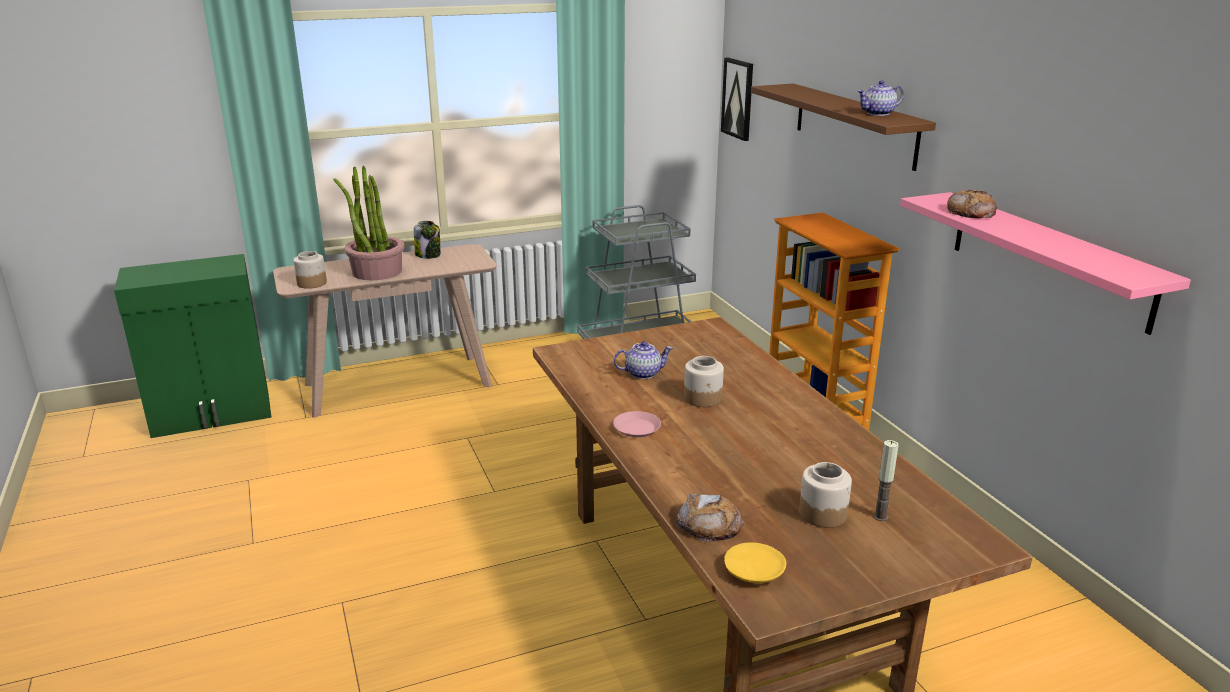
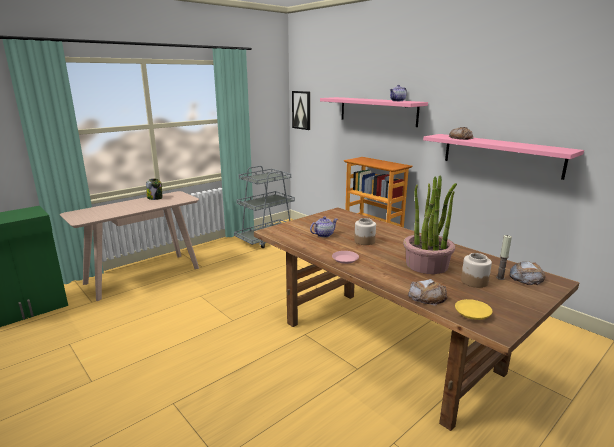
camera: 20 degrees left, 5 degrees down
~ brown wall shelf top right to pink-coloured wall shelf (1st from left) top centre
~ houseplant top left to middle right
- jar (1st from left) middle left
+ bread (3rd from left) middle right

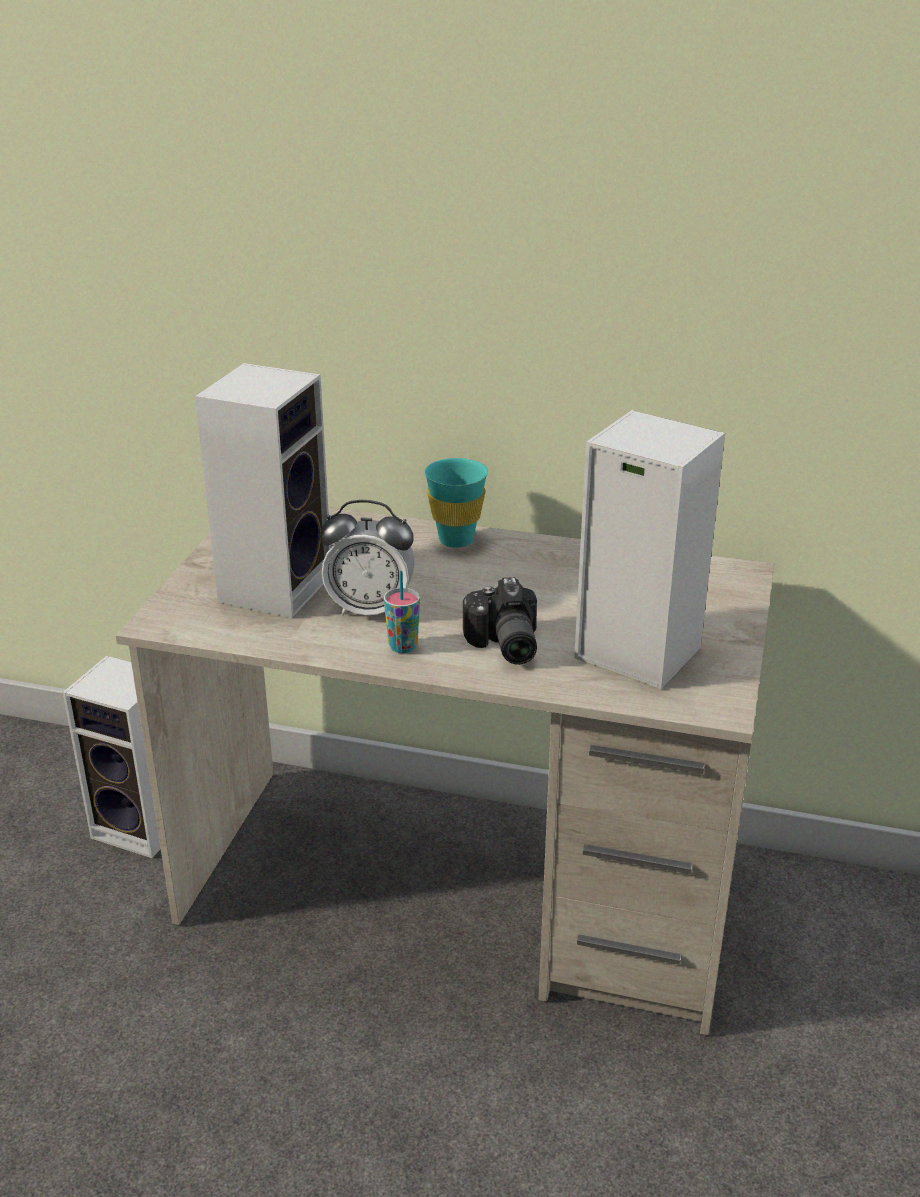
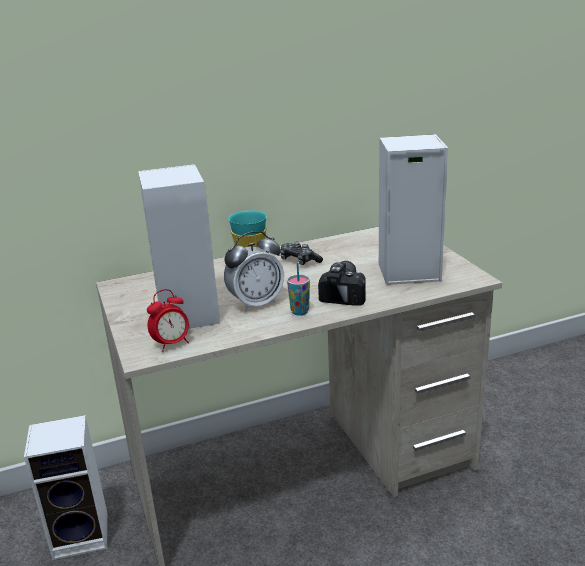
camera: 35 degrees left, 5 degrees down
~ photo camera centre = centre 120 degrees counterclockwise
+ joypad centre
+ alarm clock (1st from left) middle left

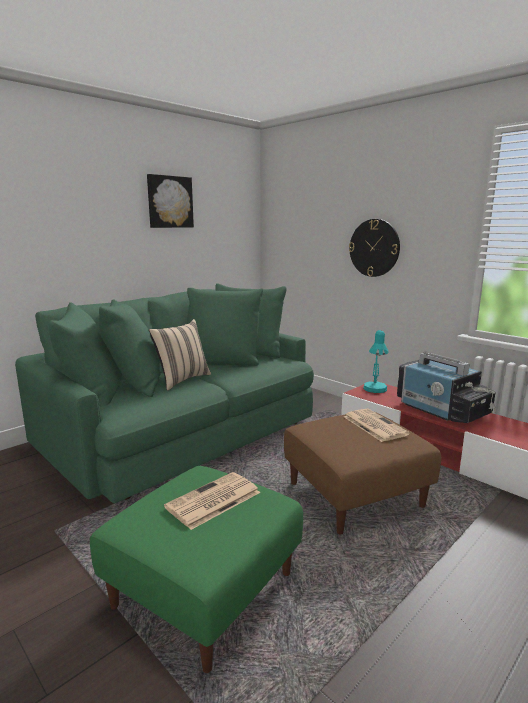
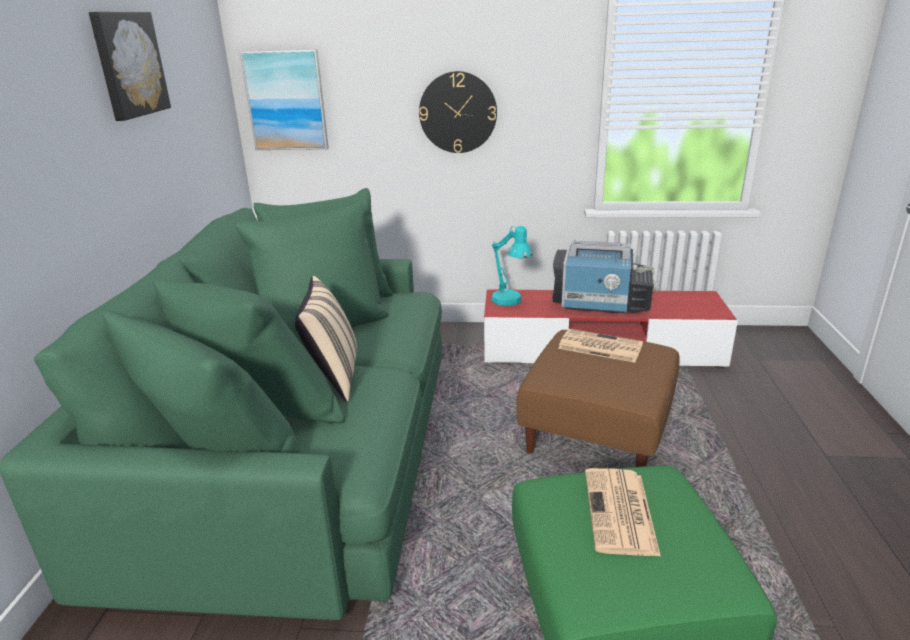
camera: 40 degrees left, 10 degrees up
+ wall art (2nd from left) top left

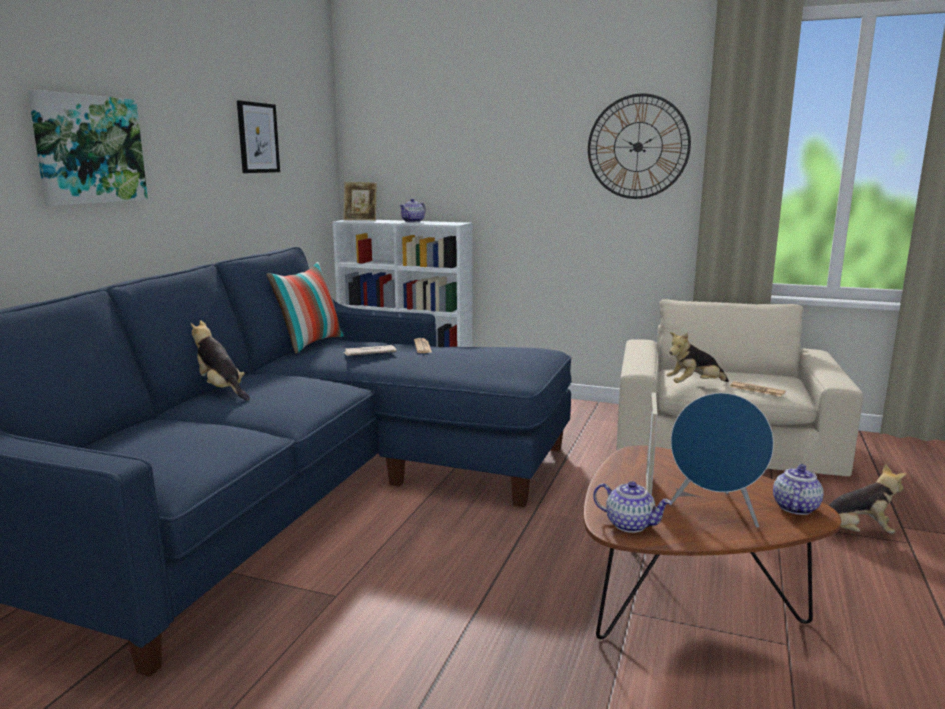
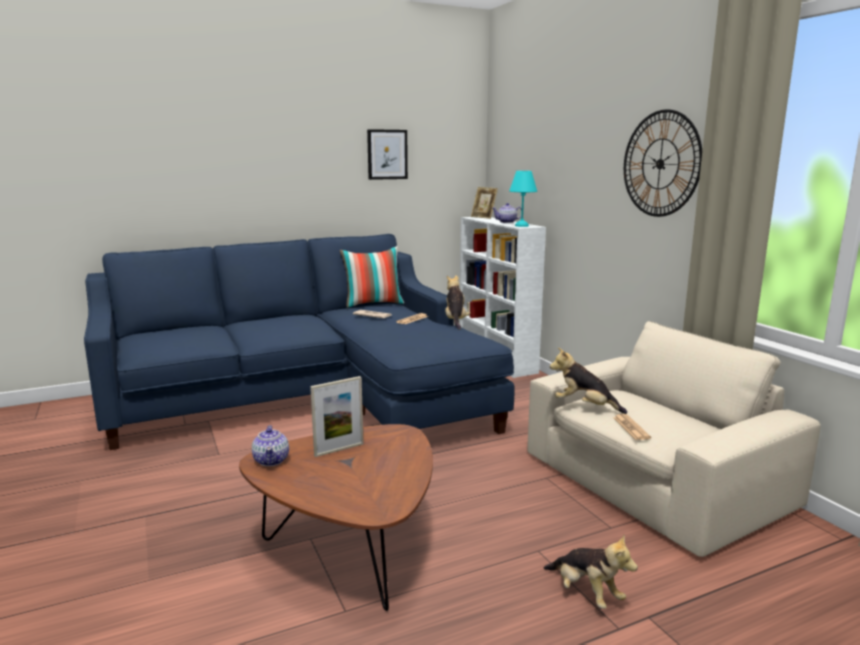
camera: 45 degrees right, 0 degrees up
- wall art (1st from left) top left
~ soft toy (1st from left) middle left to centre
- bluish speaker middle right
- tea pot (3rd from left) bottom right
+ turquoise table lamp top centre

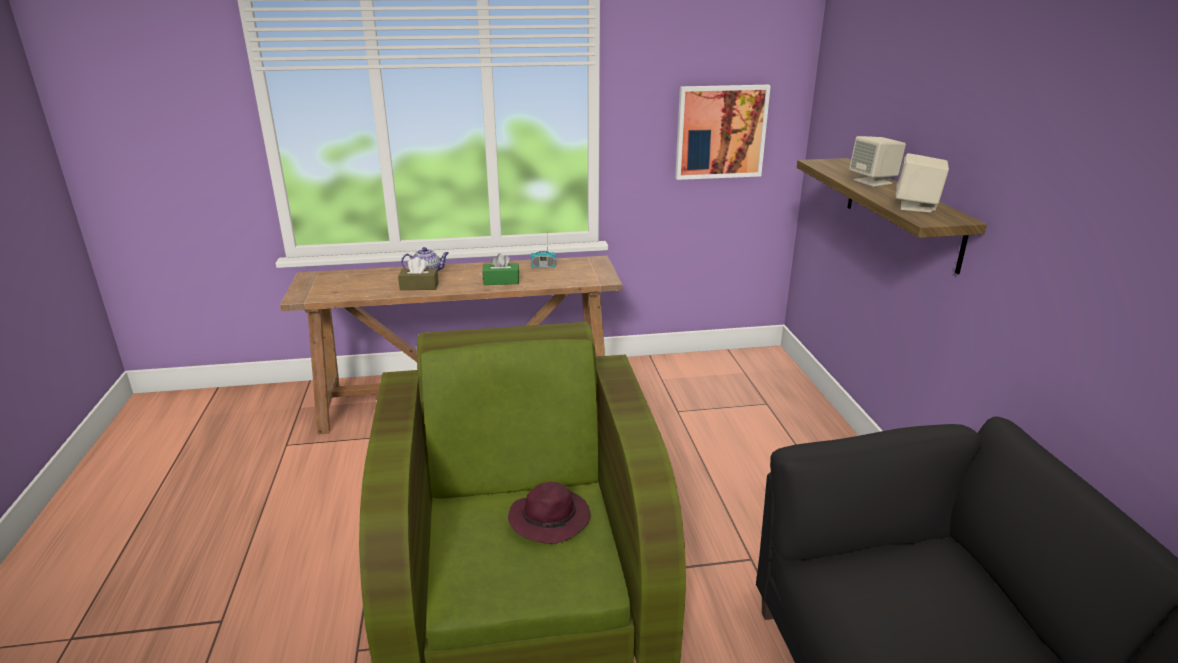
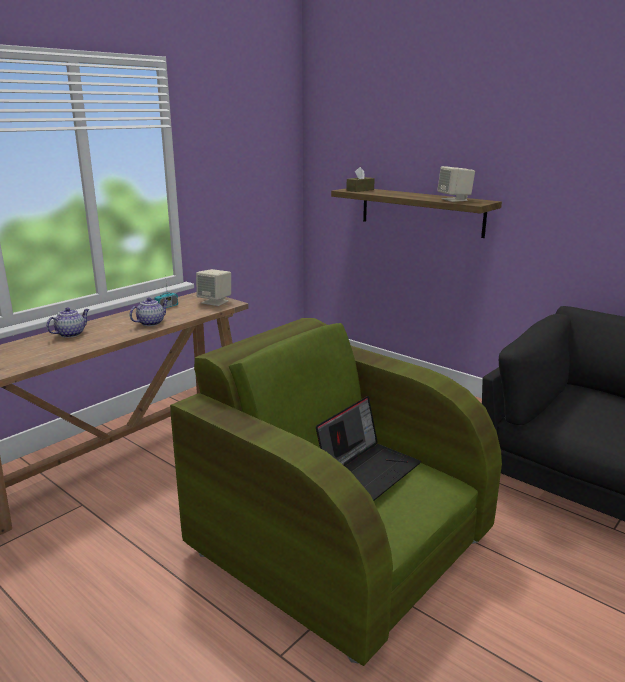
camera: 40 degrees left, 5 degrees down
- wall art top centre
~ beige-coloured speaker (1st from left) top right to centre
~ green tissue holder centre to tea pot (2nd from left) middle left
~ brown tissue holder centre to top centre
~ purple-coloured wearable hat bottom centre to notebook computer centre

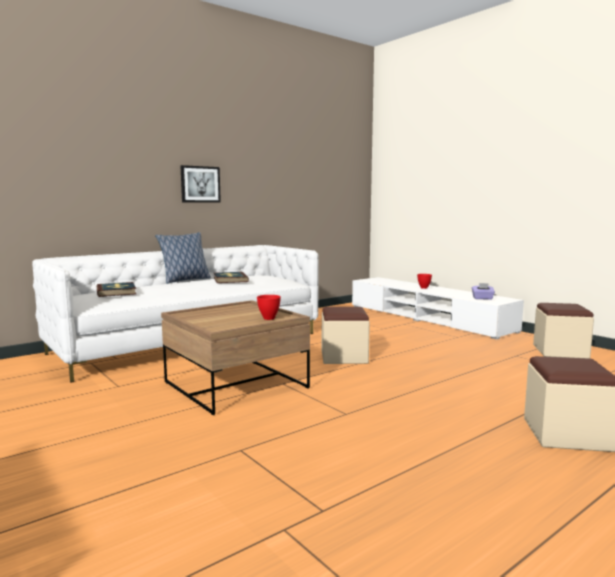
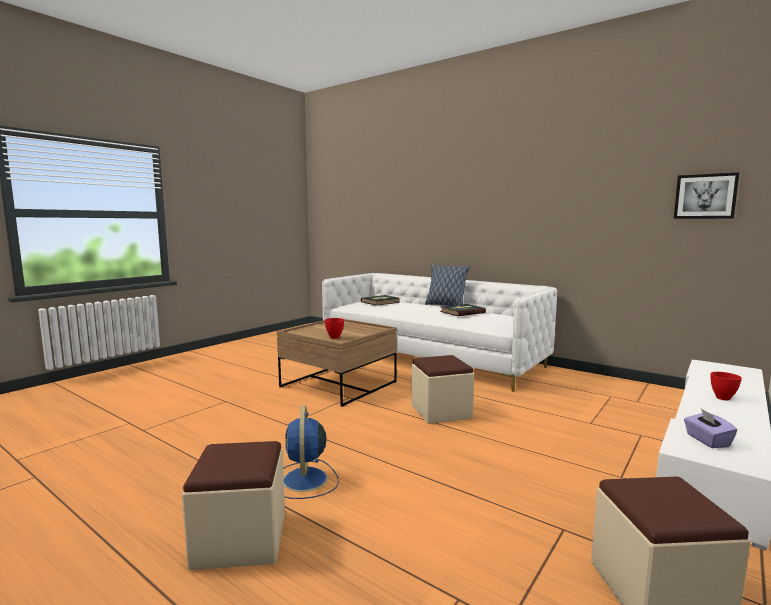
camera: 75 degrees right, 0 degrees up
~ wall art top left to top right
+ bluish cooling fan bottom centre

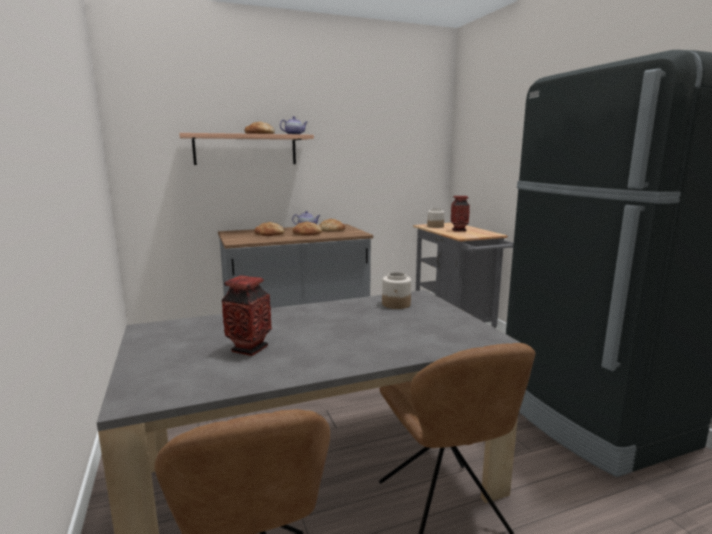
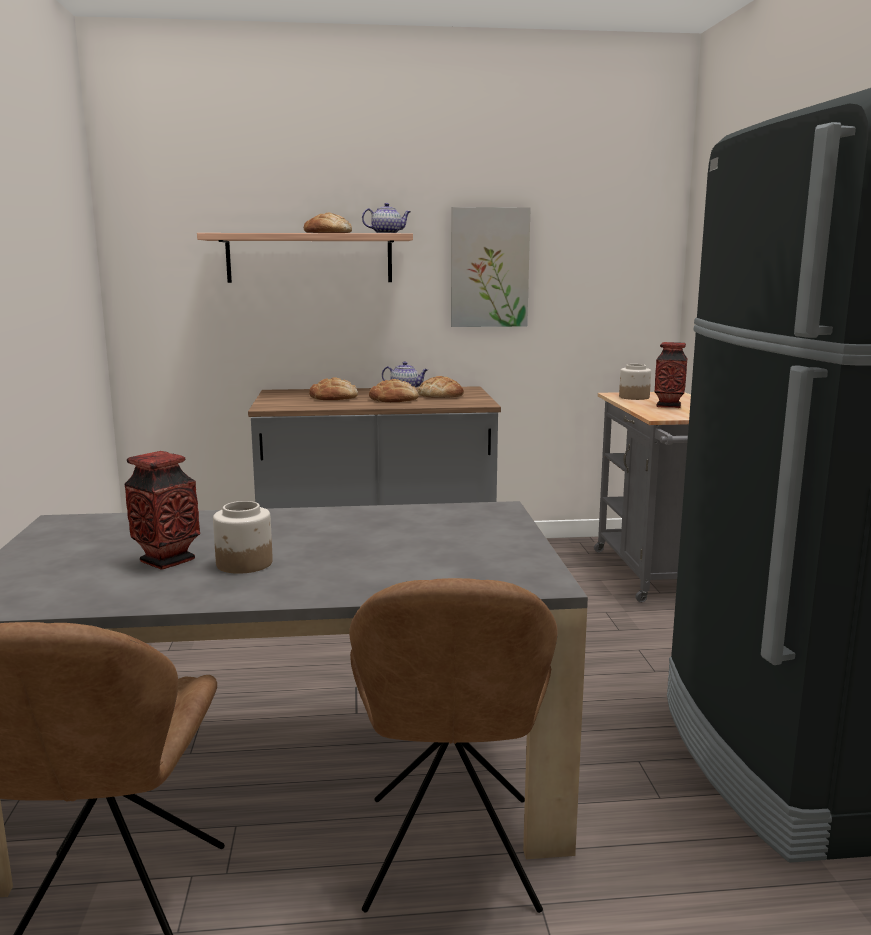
camera: 15 degrees right, 0 degrees up
~ jar (1st from left) centre to middle left
+ wall art top centre

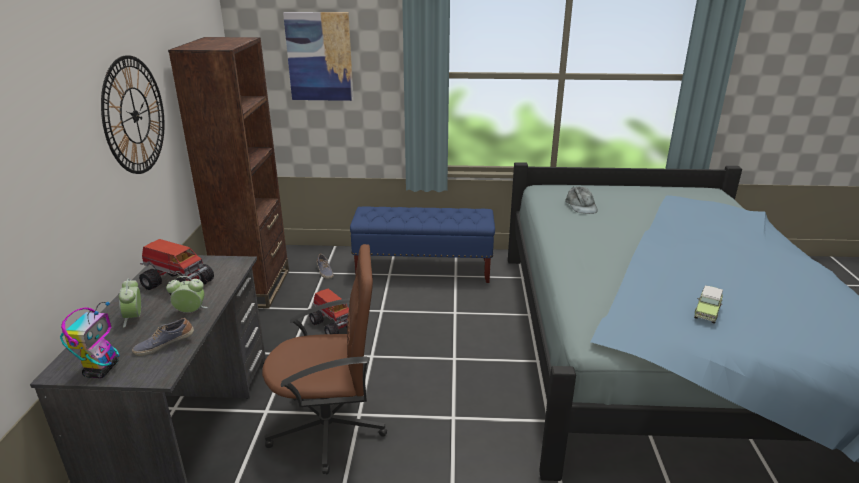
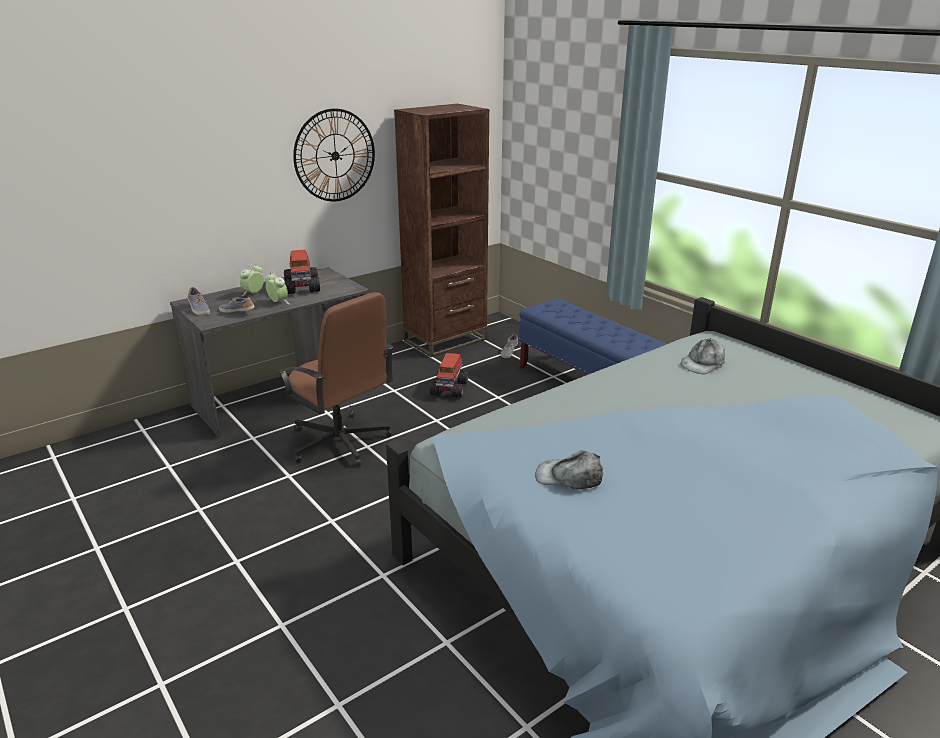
camera: 50 degrees right, 0 degrees up
- wall art top centre
~ model car middle right to gray peaked cap (1st from left) centre
~ robot figure bottom left to low shoe (1st from left) middle left

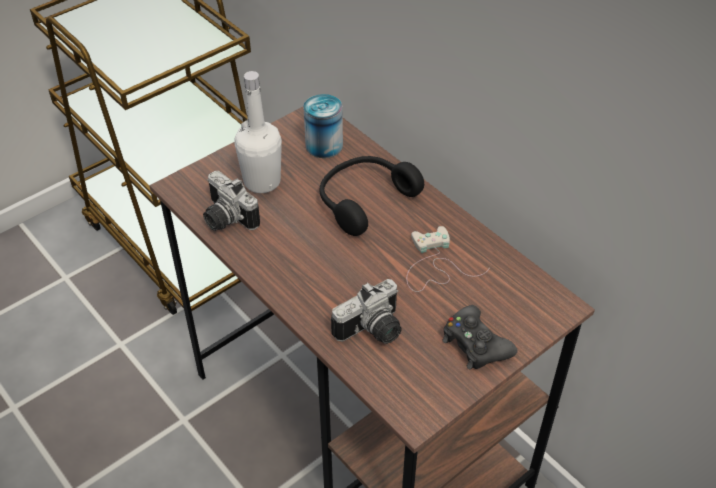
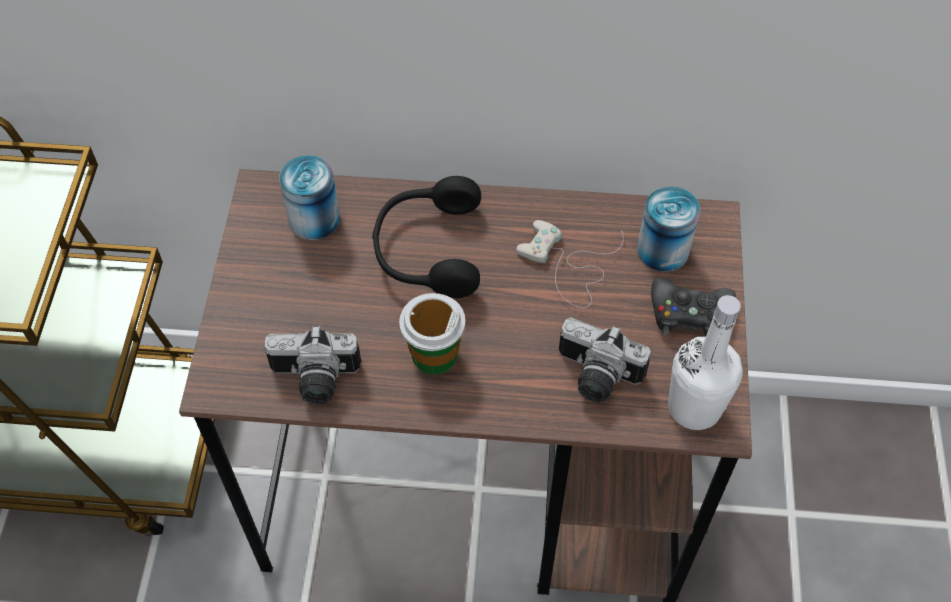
camera: 45 degrees left, 10 degrees up
~ whitish drink bottle top centre to middle right
~ photo camera (2nd from left) centre = centre 105 degrees clockwise
+ sealed can (2nd from left) middle right
+ small cup centre

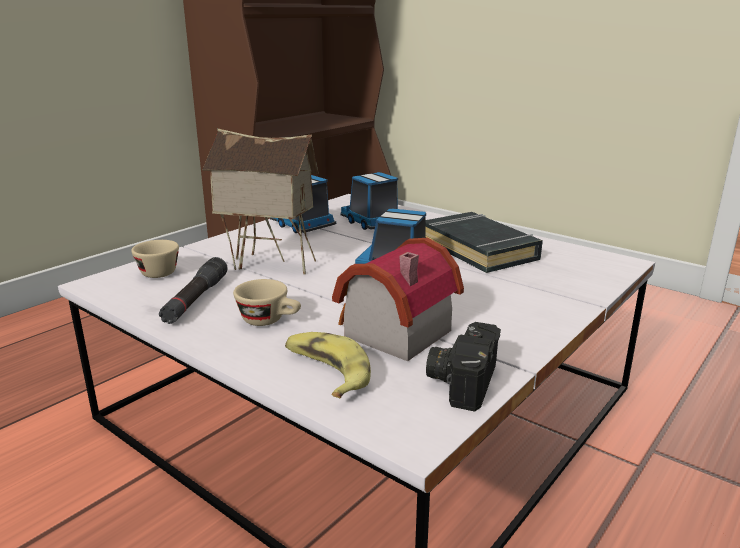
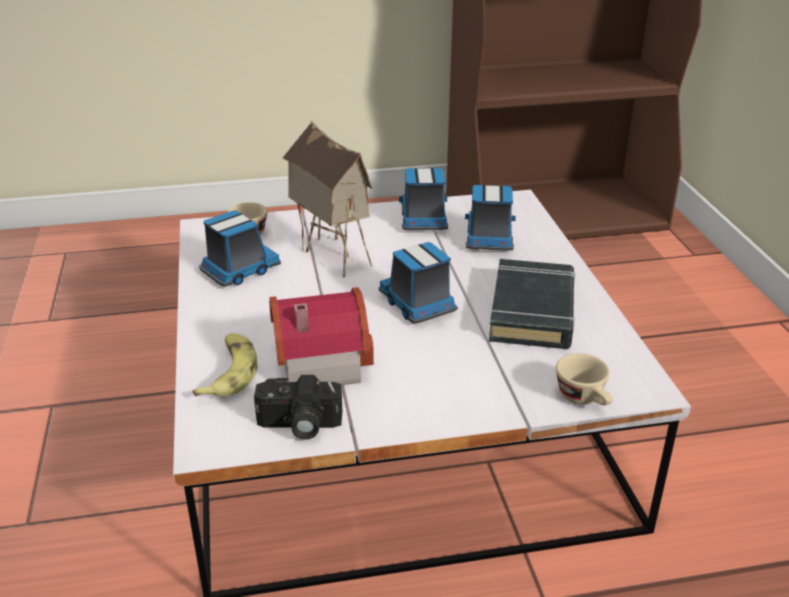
camera: 40 degrees right, 10 degrees up
~ black-coloured torch middle left to model truck (1st from left) middle left
~ beige-coloured small cup (2nd from left) centre to middle right
~ photo camera bottom centre = bottom centre 150 degrees counterclockwise

